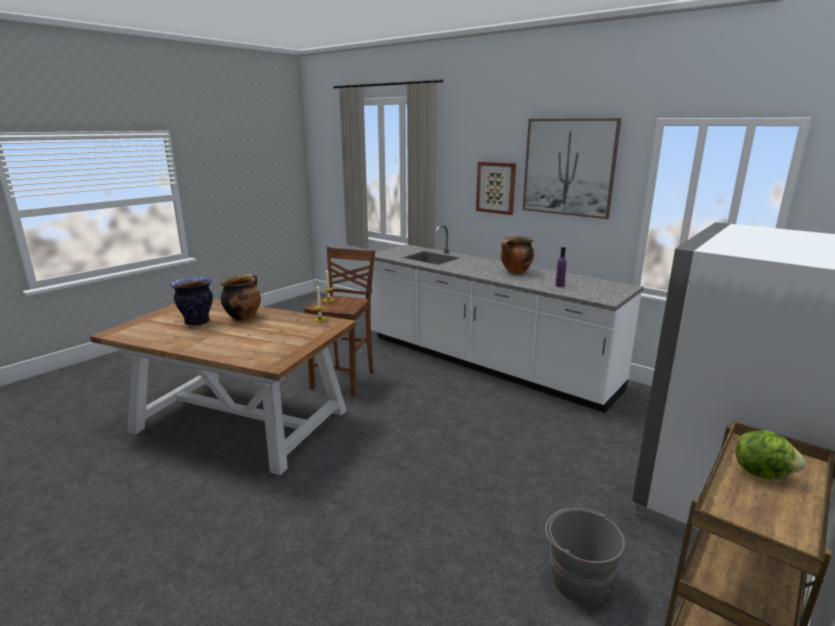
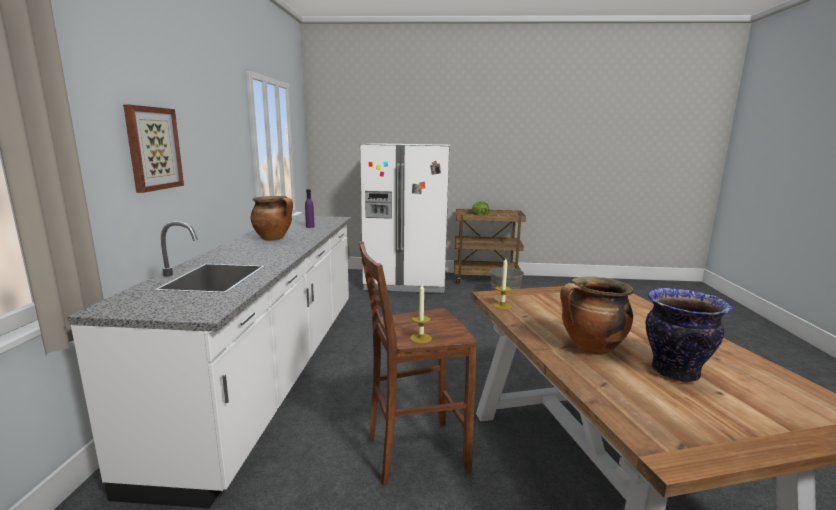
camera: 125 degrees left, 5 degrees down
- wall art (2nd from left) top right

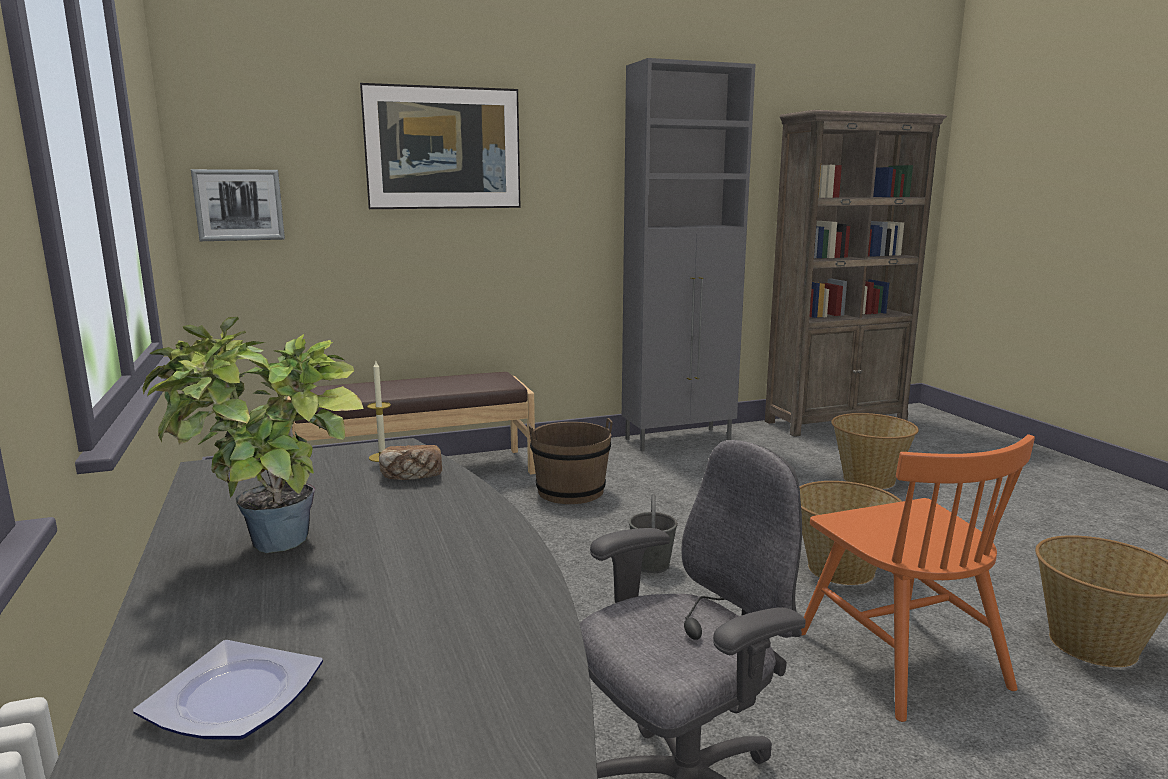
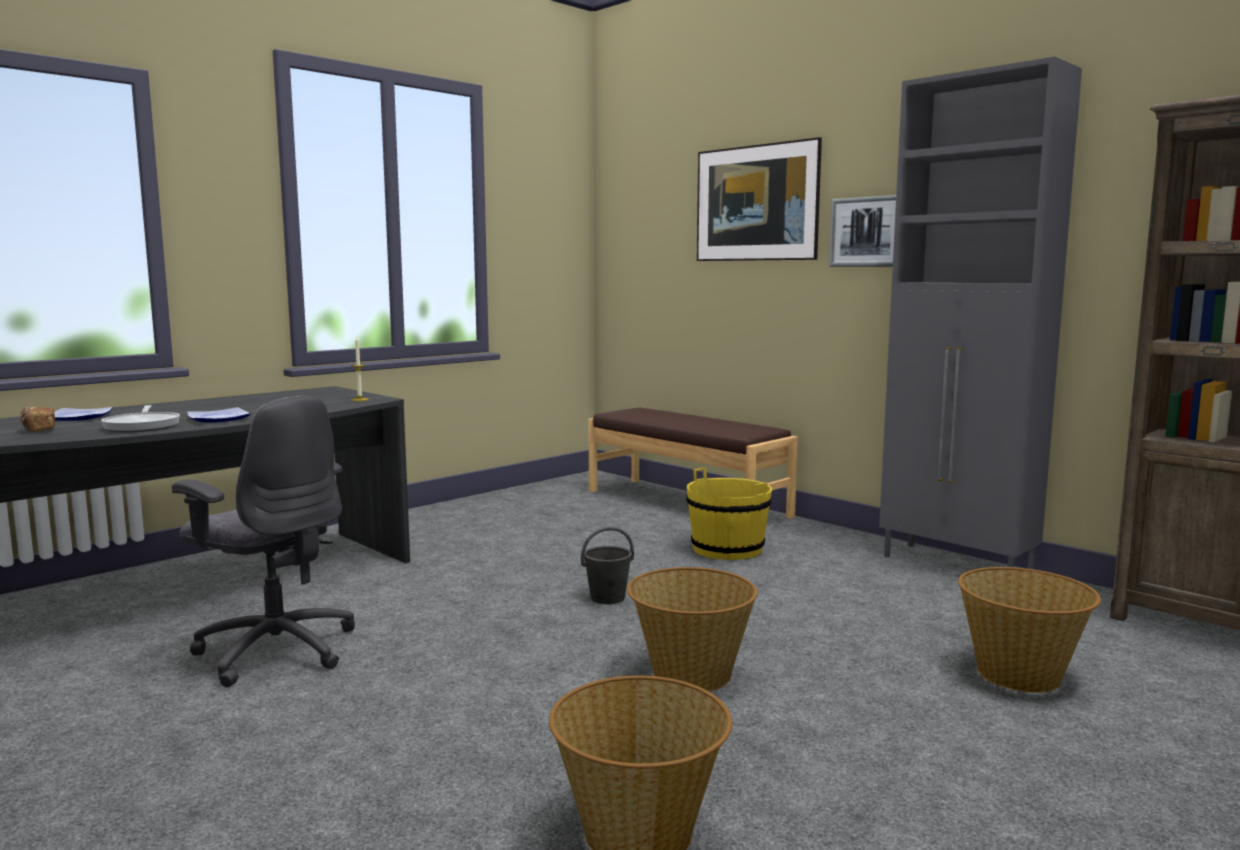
camera: 65 degrees right, 5 degrees down
~ wall art (1st from left in the first image) top left to wall art (2nd from left) top right
- houseplant middle left
~ brown pail centre to yellowish pail centre
- orangey plain chair bottom right
~ bread centre to middle left
+ skillet middle left
+ dinner plate (2nd from left) middle left

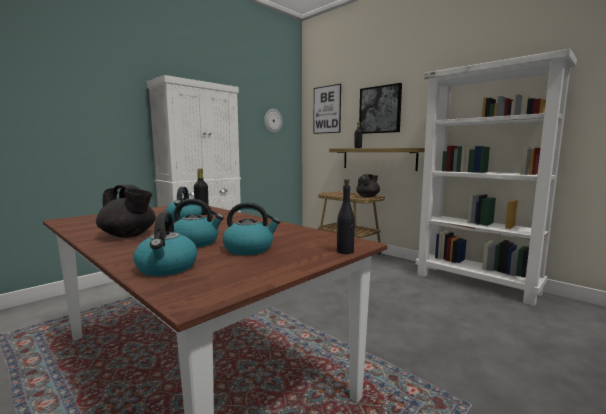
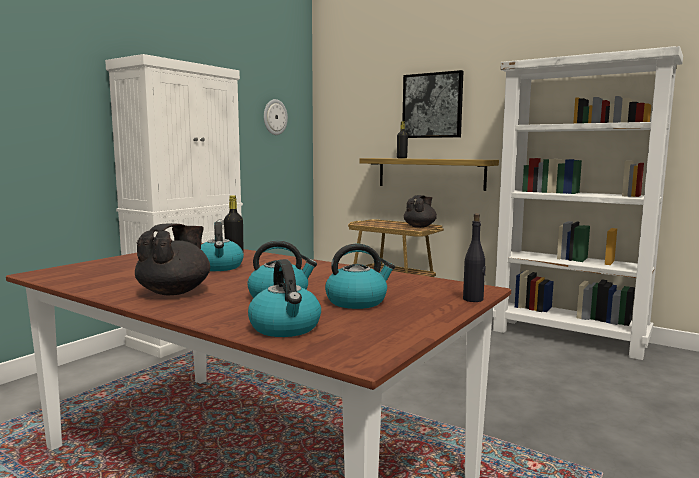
camera: 10 degrees left, 0 degrees up
- wall art (1st from left) top centre
~ black-coloured tea pot (1st from left) middle left = middle left 90 degrees counterclockwise

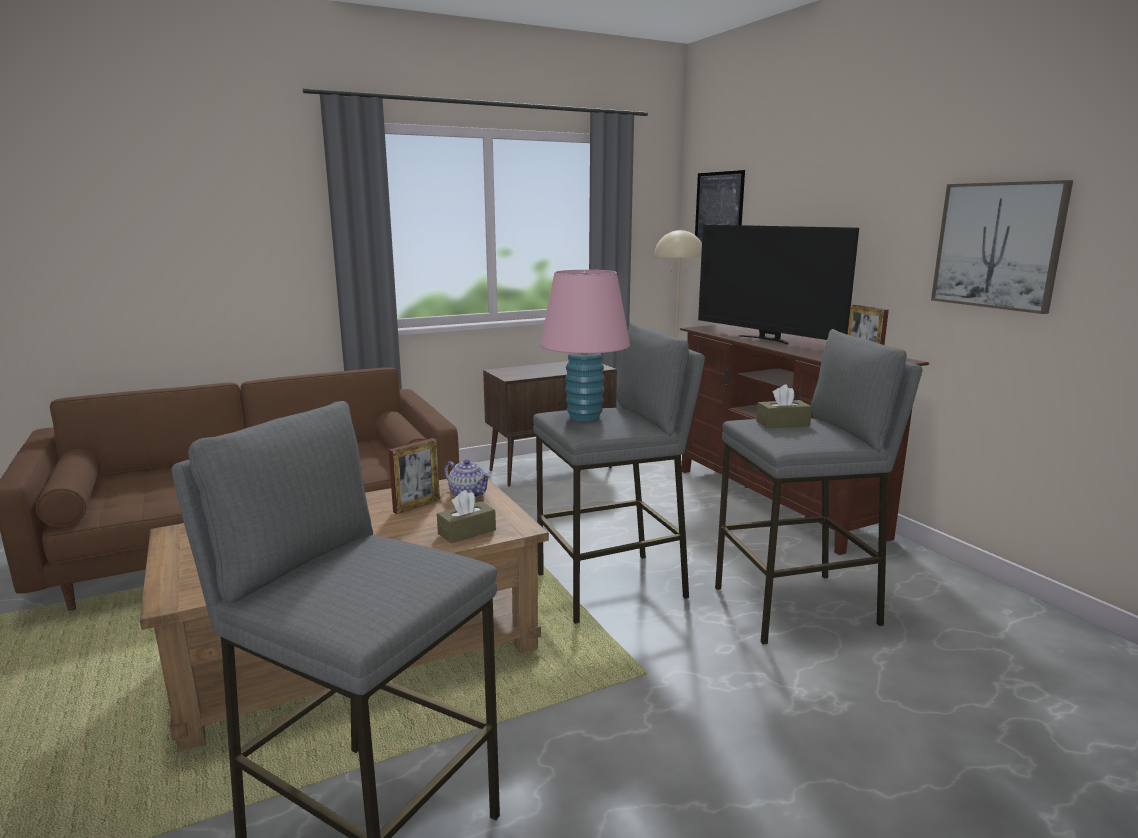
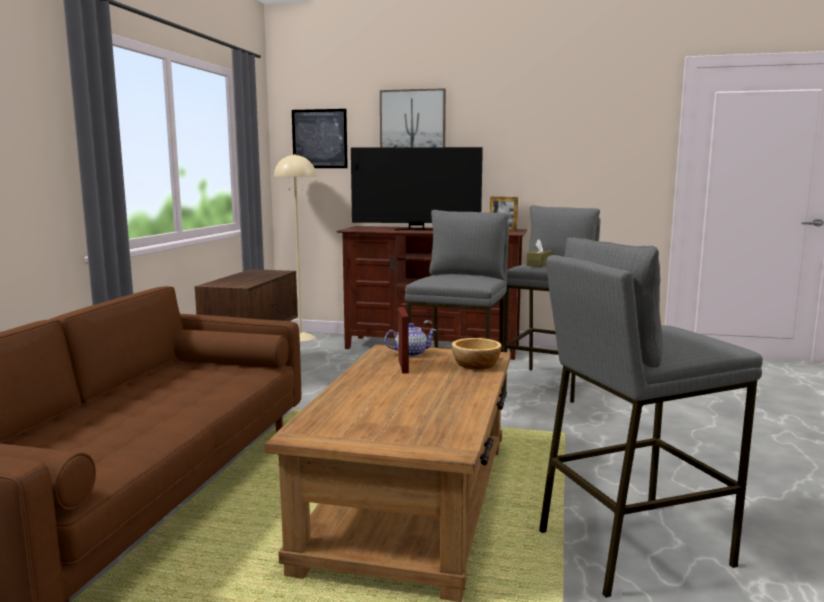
camera: 50 degrees left, 5 degrees down
~ wall art (2nd from left) top right to top centre
- pink-coloured table lamp centre
~ brown tissue holder (1st from left) centre to deep dish centre

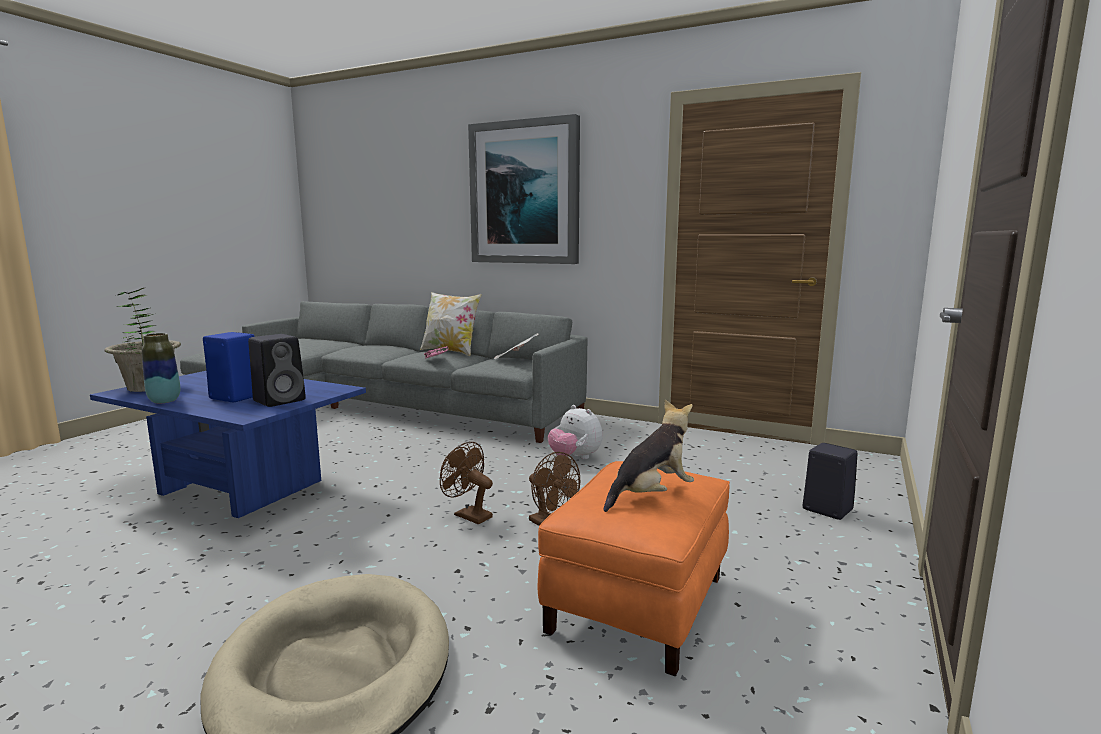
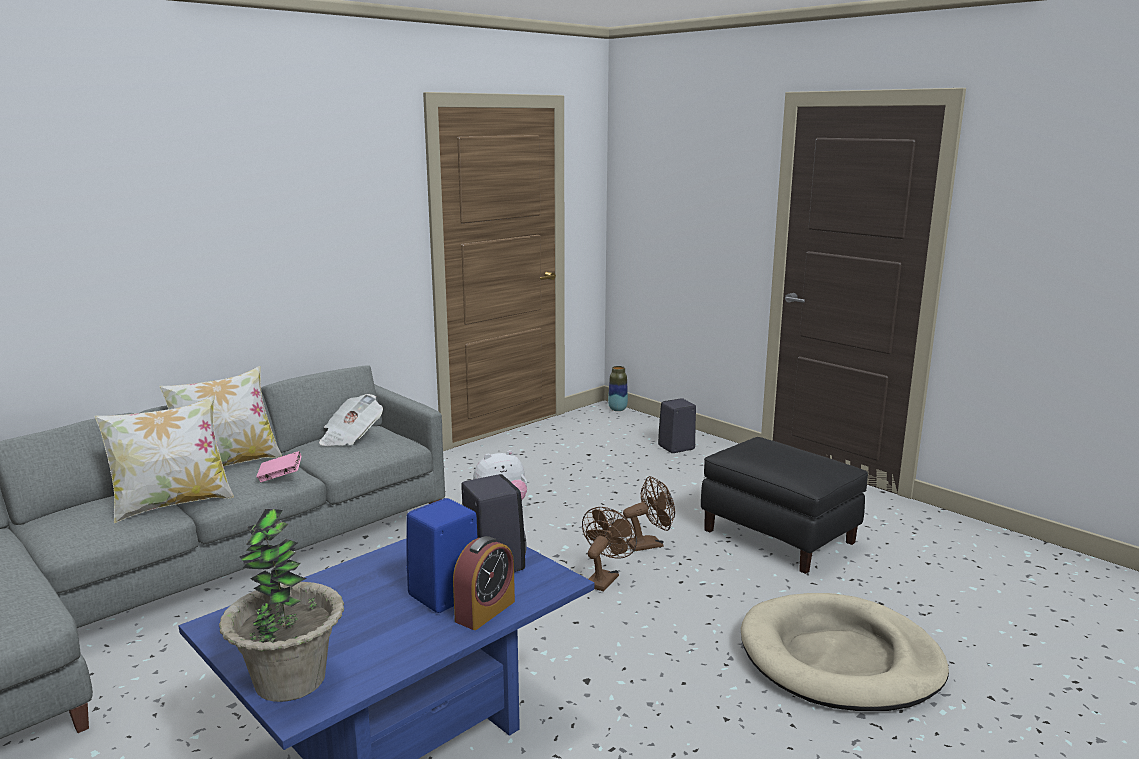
camera: 70 degrees left, 5 degrees up
- wall art top centre
~ flower vase middle left to centre
- soft toy (2nd from left) centre
~ brown cooling fan (1st from left) centre = bottom centre 150 degrees clockwise
~ orangey ottoman bottom centre to black-coloured ottoman middle right
+ pillow (1st from left) middle left
+ alarm clock bottom centre

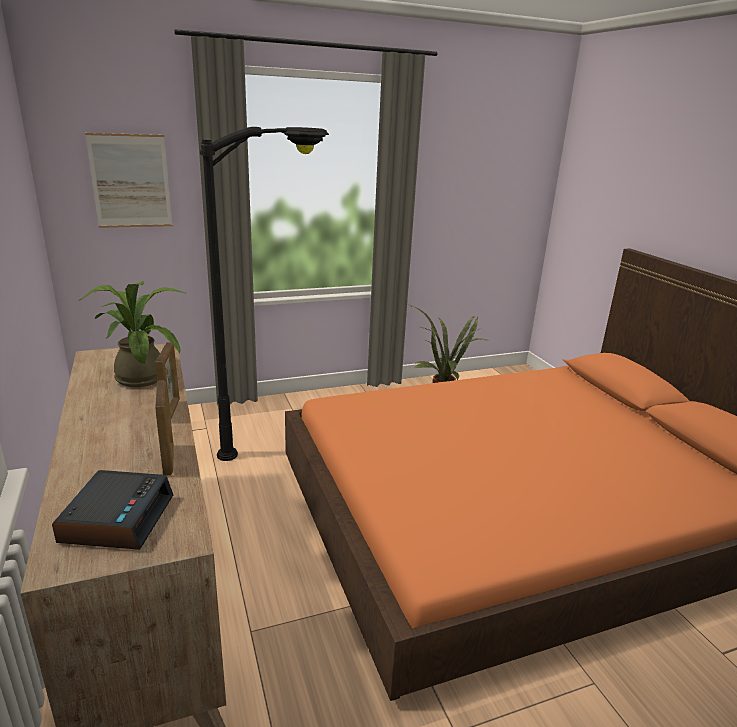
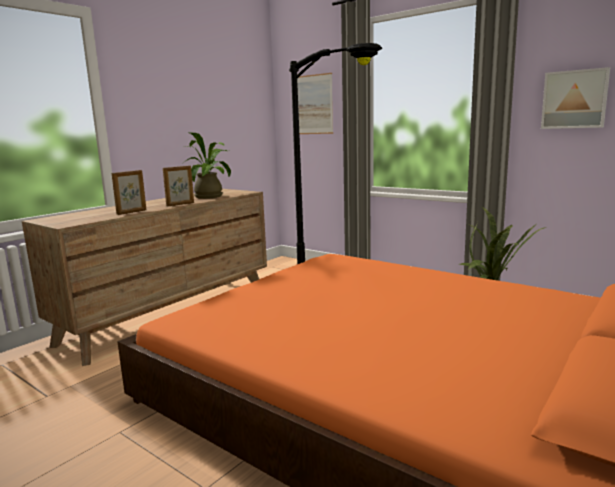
camera: 60 degrees right, 10 degrees down
- alarm clock bottom left
+ wall art (2nd from left) top right

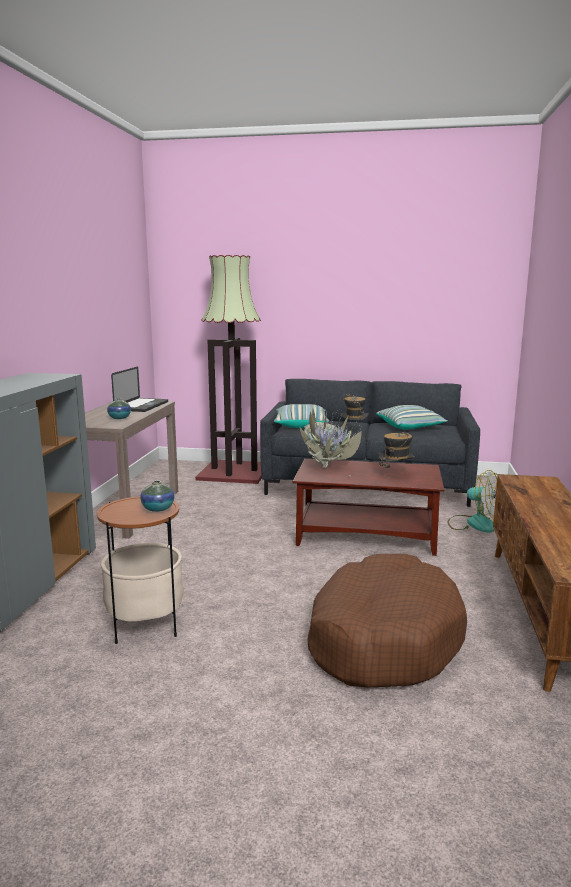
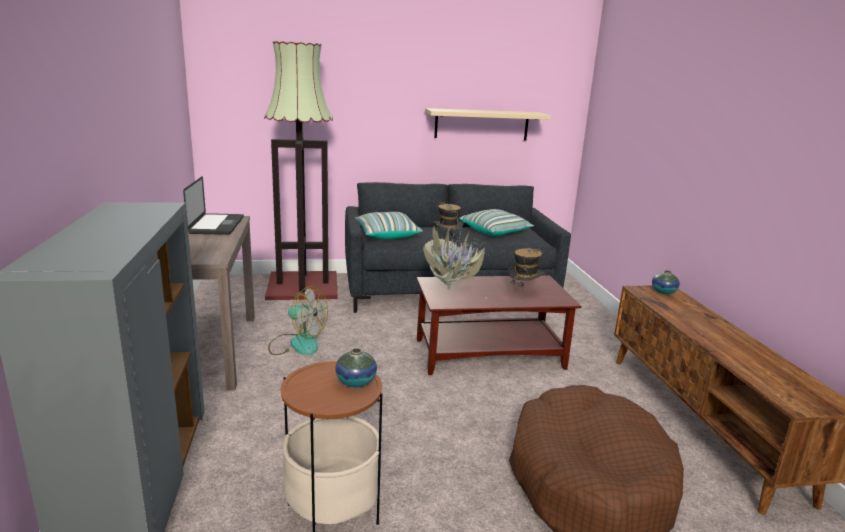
camera: 20 degrees left, 5 degrees up
~ flower vase (1st from left in the first image) middle left to flower vase (2nd from left) middle right
~ cooling fan middle right to centre
+ beige-coloured wall shelf top centre

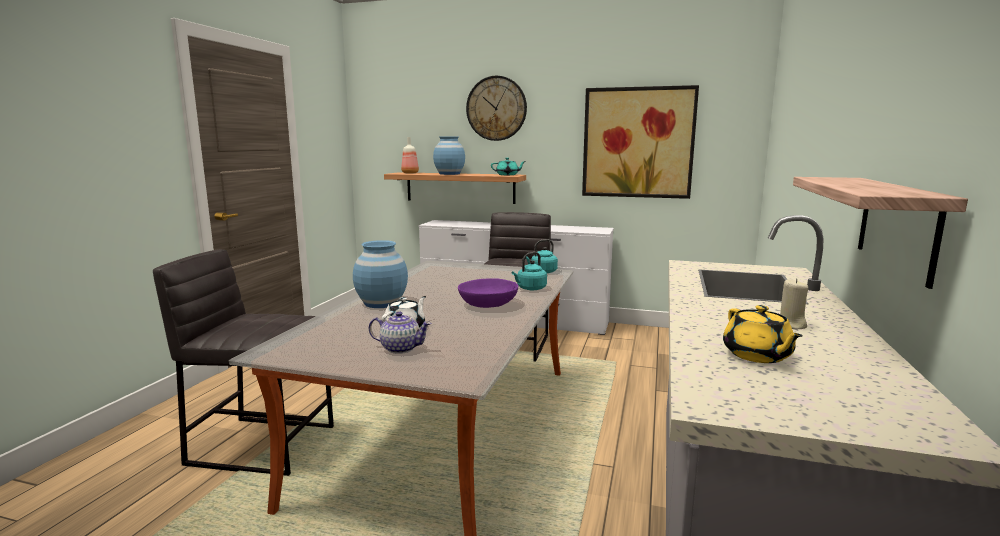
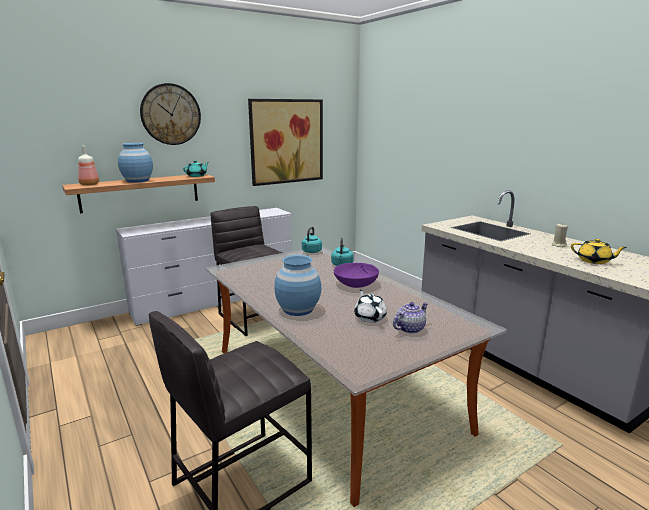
camera: 50 degrees left, 5 degrees up
- wall shelf (2nd from left) middle right

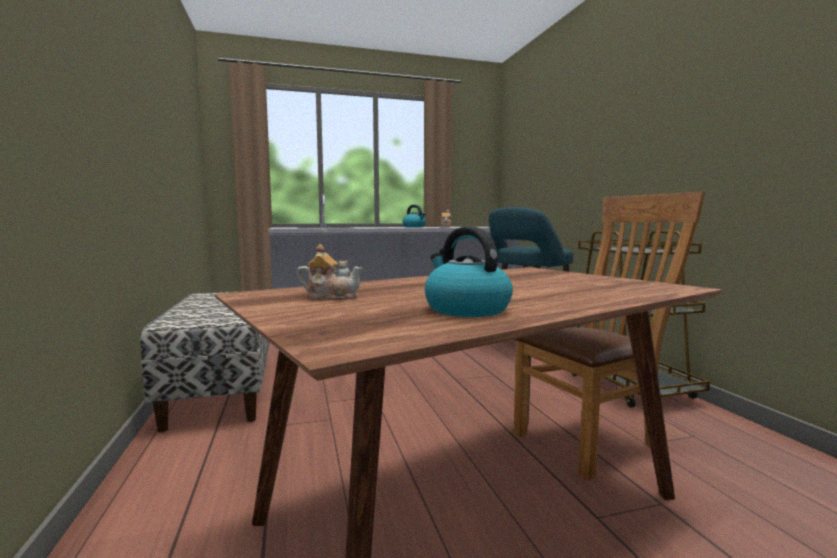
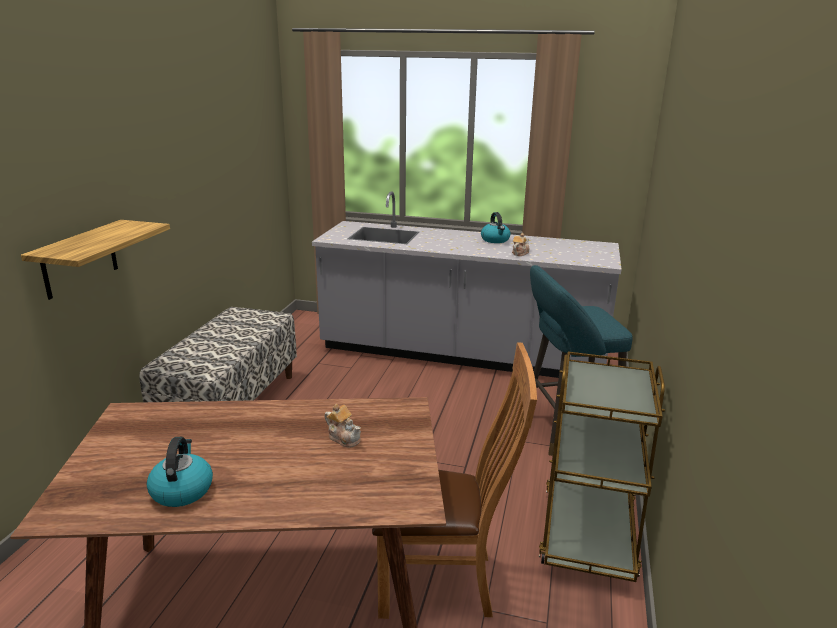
camera: 30 degrees right, 15 degrees up
~ tea pot (1st from left) centre to bottom centre
+ wall shelf middle left

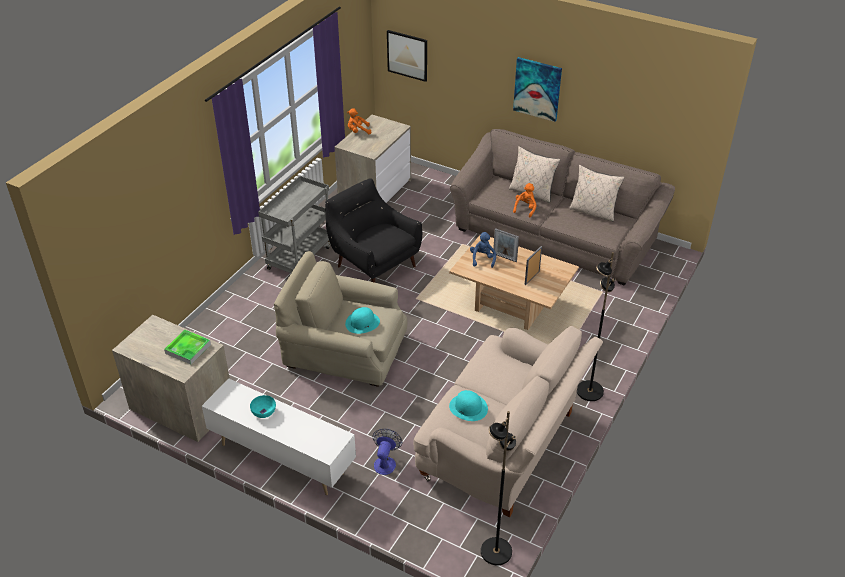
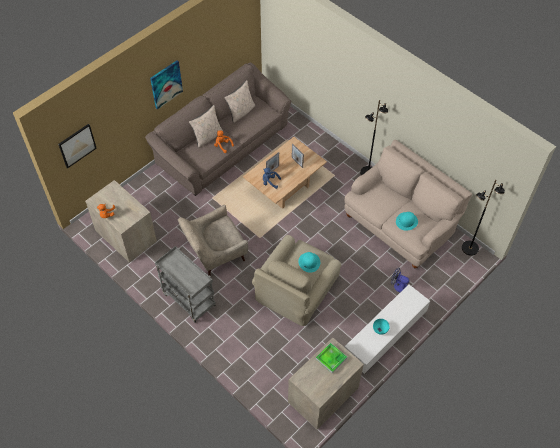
camera: 75 degrees left, 15 degrees up
~ black-coloured armchair centre to beige-coloured armchair (1st from left) centre

